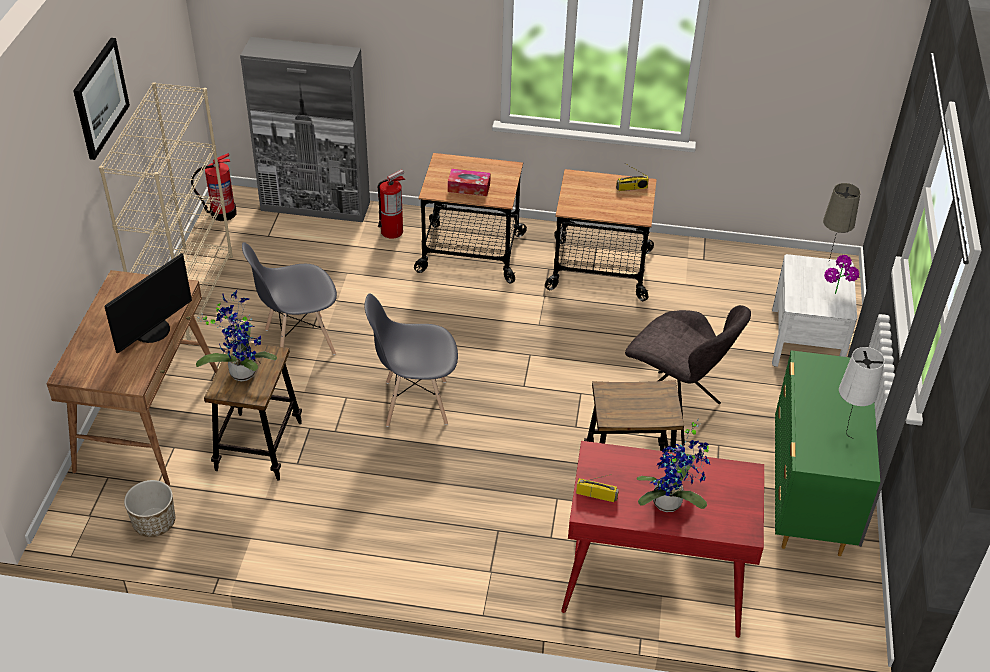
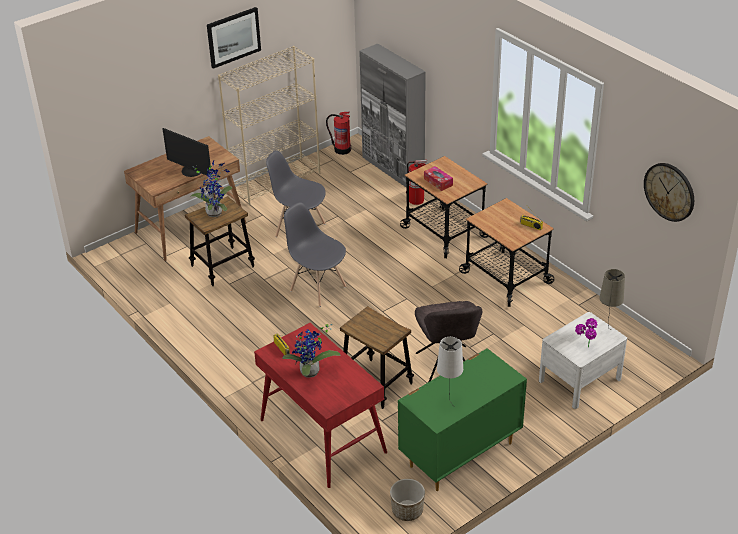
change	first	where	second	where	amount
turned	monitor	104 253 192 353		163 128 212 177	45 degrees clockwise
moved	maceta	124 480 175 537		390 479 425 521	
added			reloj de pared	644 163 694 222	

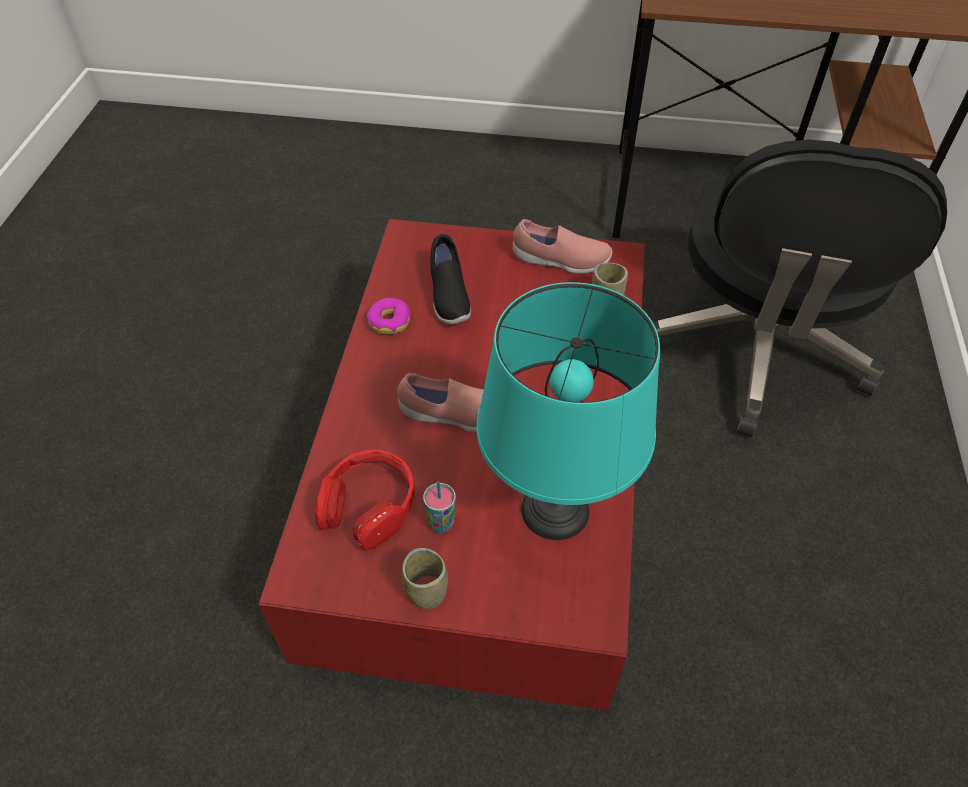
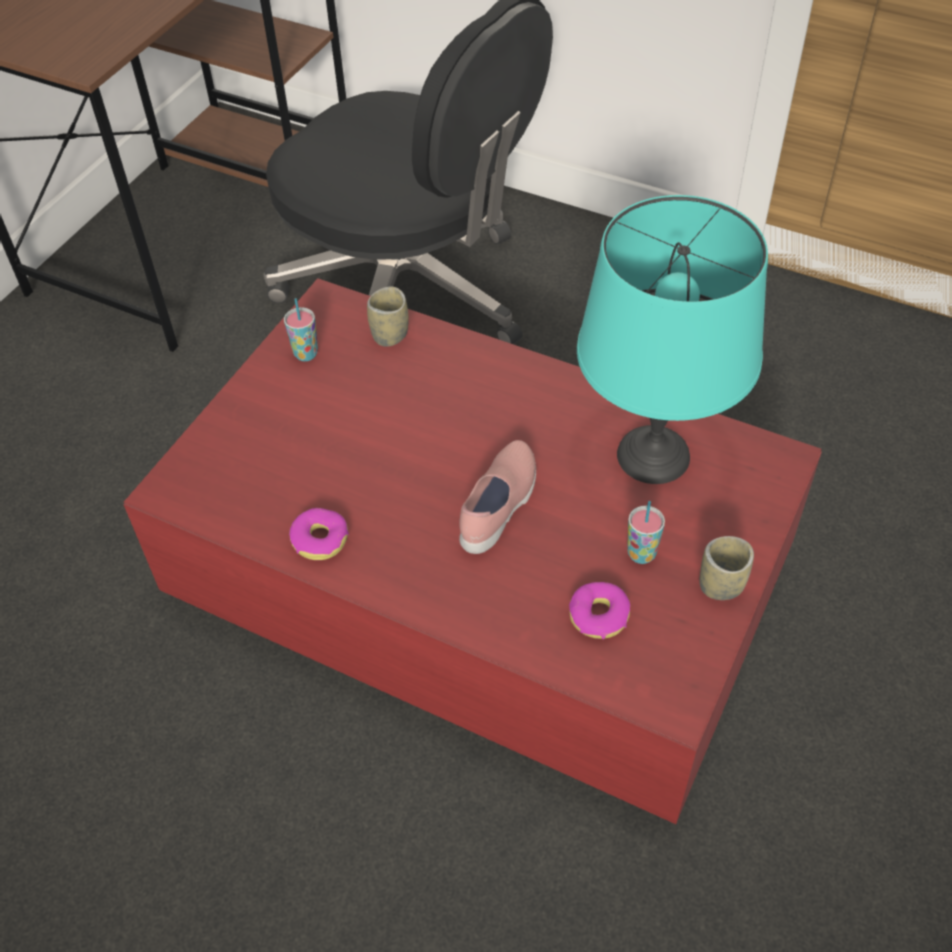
change	first	where	second	where	amount
replaced	auriculares (rojo)	315 450 415 551	rosquilla	569 582 630 640	
removed	zapato (negro)	430 234 471 325			
replaced	zapato (rosa)	513 219 613 274	taza	284 298 318 361	

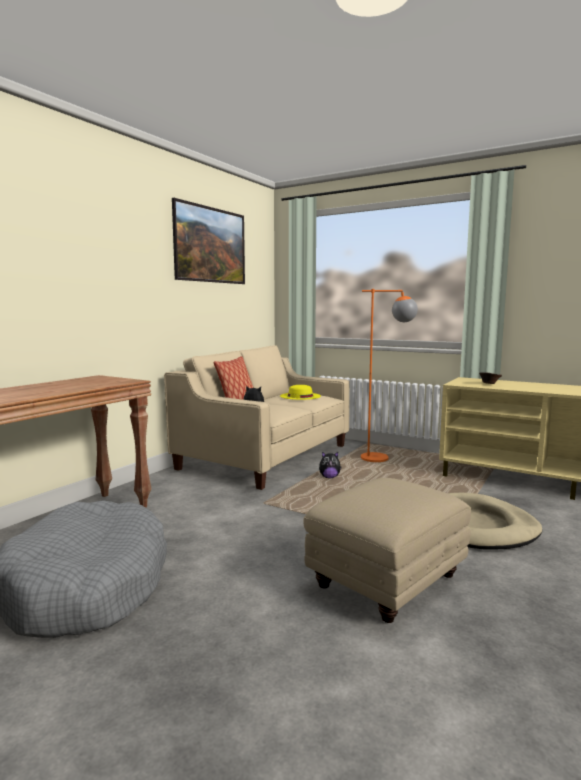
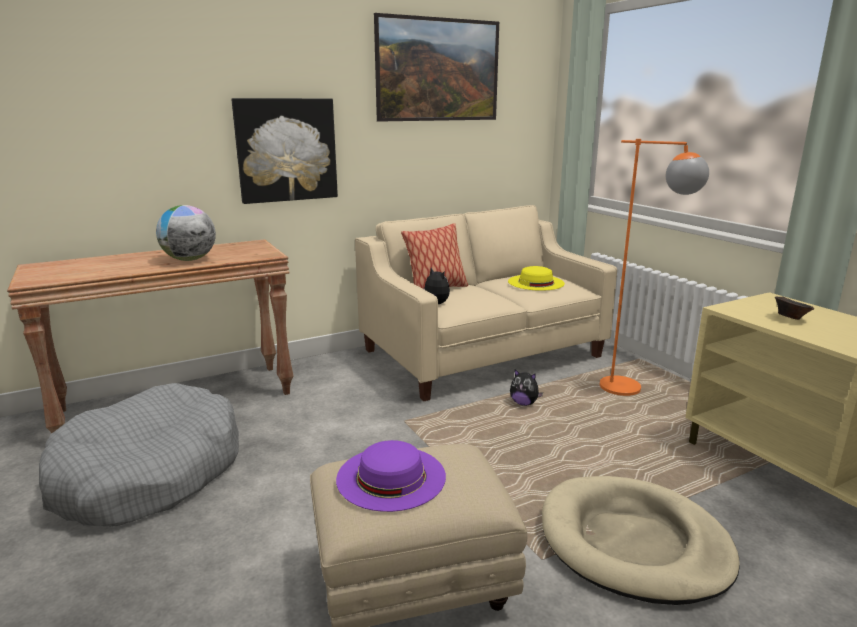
change	first	where	second	where	amount
added			globo terráqueo	156 205 216 261	
added			cuadro	232 98 338 204	
added			sombrero (morado)	336 440 446 512	

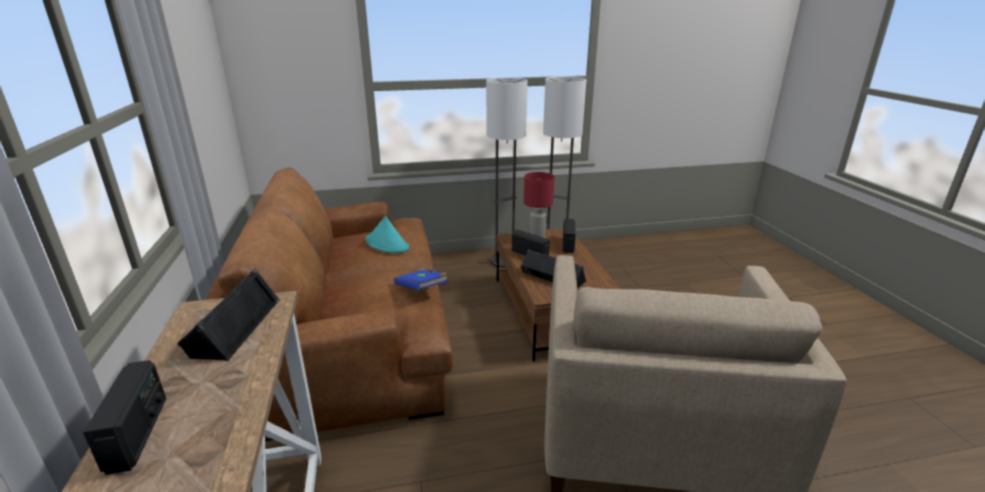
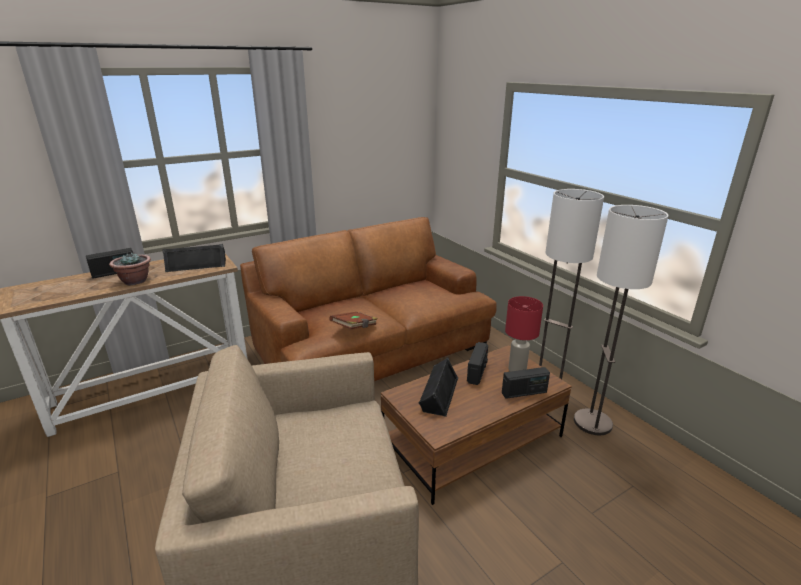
change	first	where	second	where	amount
removed	sombrero (turquesa)	365 216 409 253			
recoloured	libro (azul)	394 268 448 290	libro (marrón)	330 312 378 329	
added			planta en maceta	109 252 151 285	

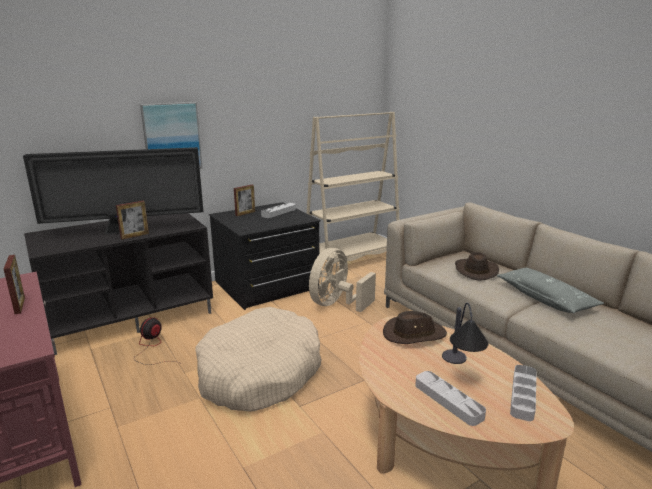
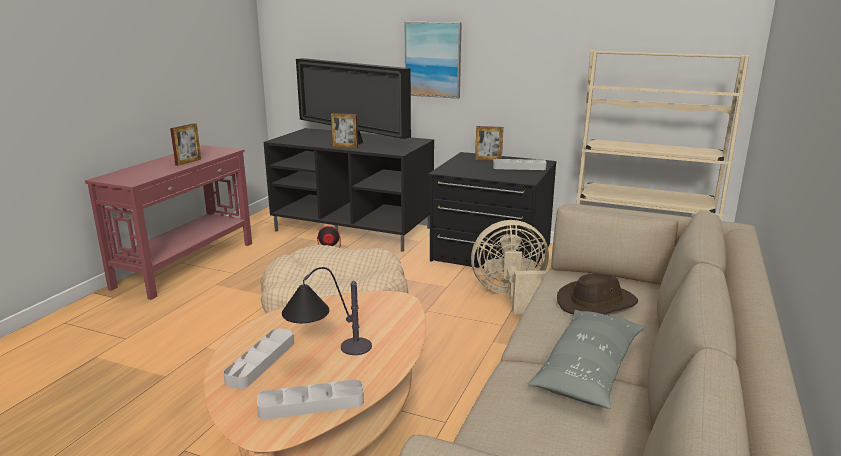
change	first	where	second	where	amount
removed	sombrero (marrón)	383 311 447 344			

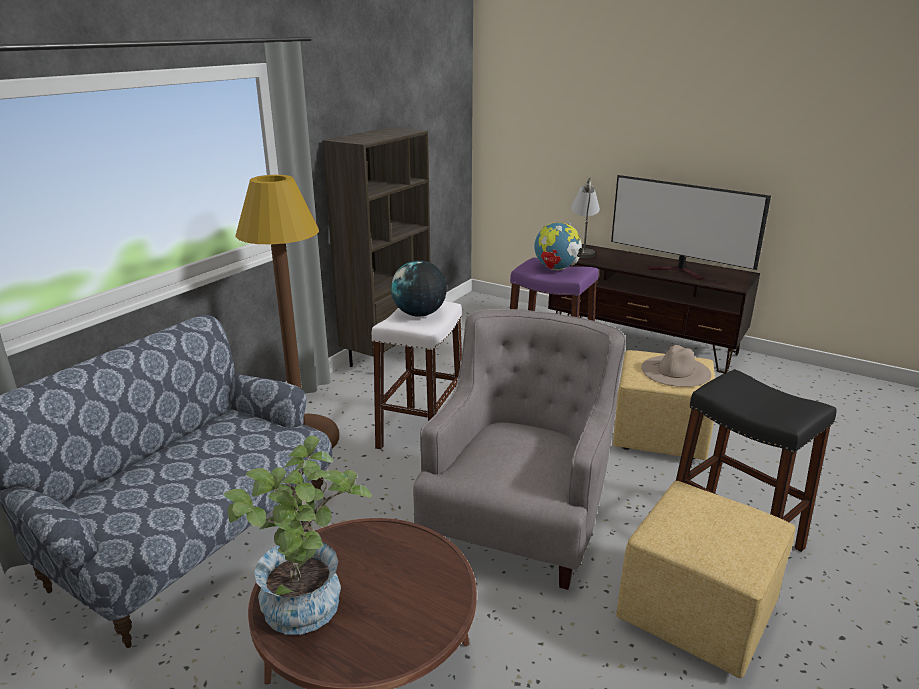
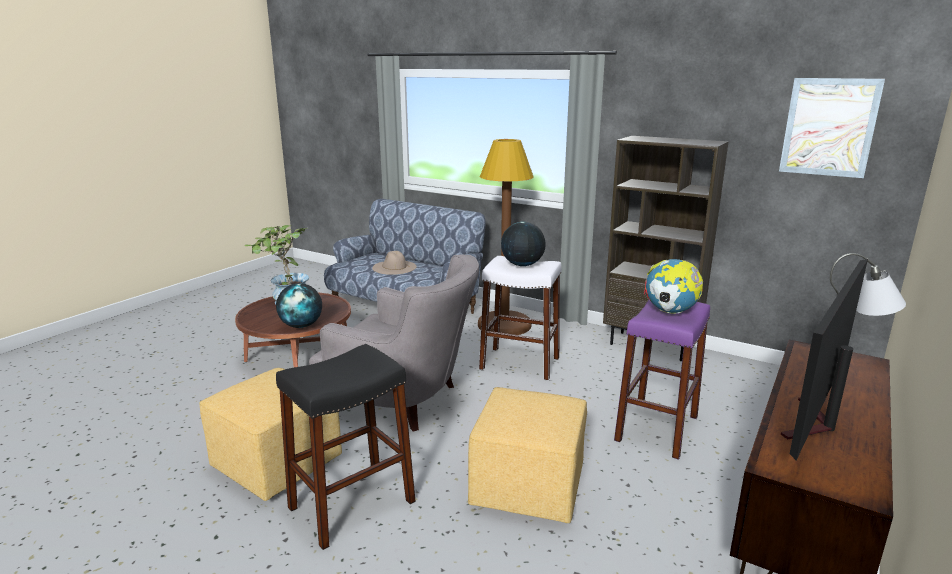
change	first	where	second	where	amount
moved	sombrero (beis)	641 345 711 387		372 251 417 275	
added			globo terráqueo	276 283 322 328	
added			cuadro	779 78 885 178	

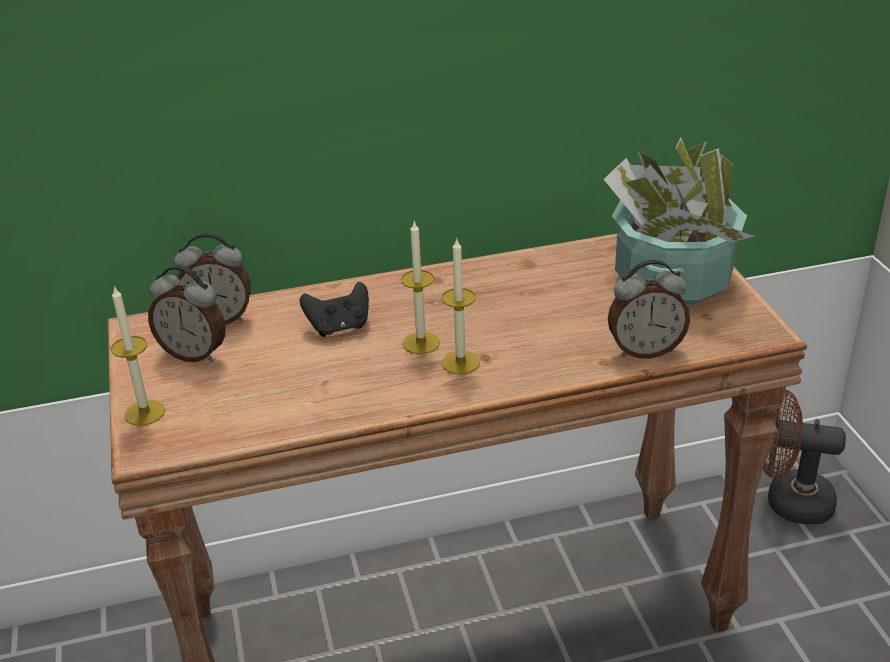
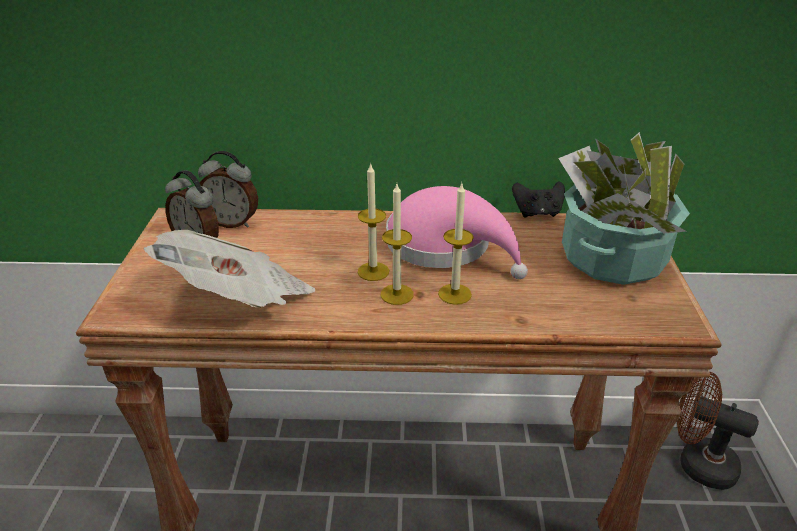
change	first	where	second	where	amount
moved	vela	111 286 165 426		438 184 474 305	
moved	mando de consola (negro)	300 282 369 337		512 182 565 218	
removed	despertador	608 260 690 359			
added			periódico	143 230 315 308	
added			sombrero (rosa)	386 186 528 279	

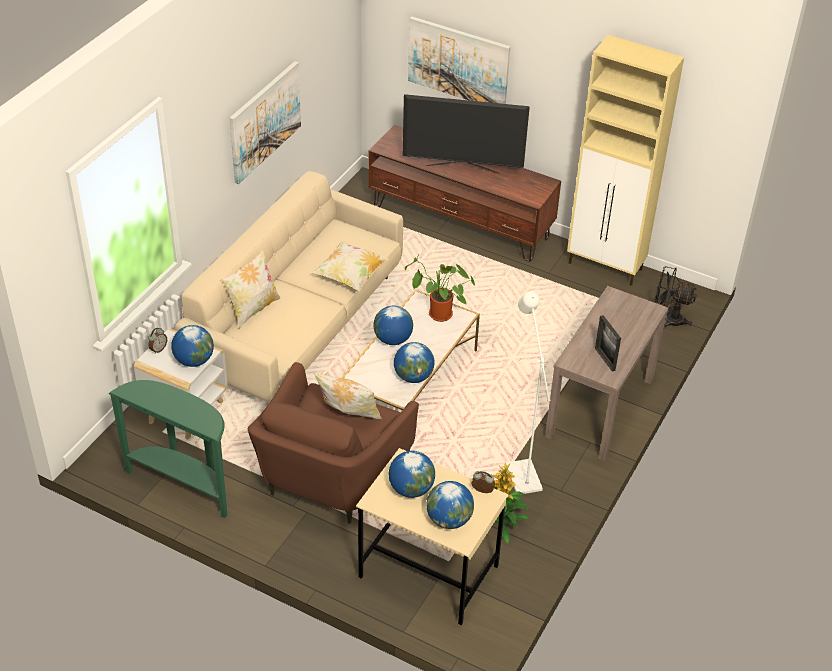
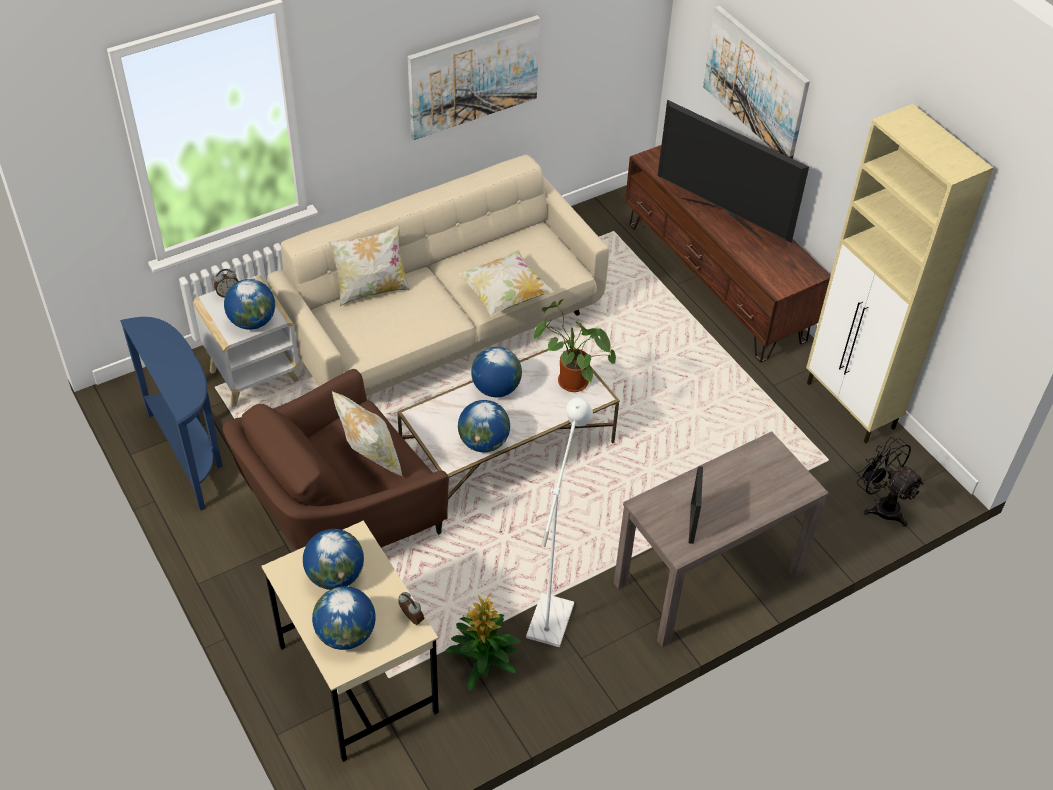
change	first	where	second	where	amount
recoloured	mesa consola (verde)	108 380 227 518	mesa consola (azul)	120 317 223 511	

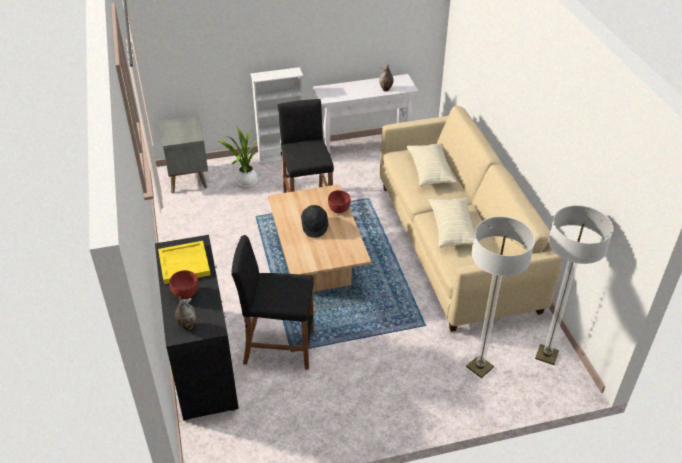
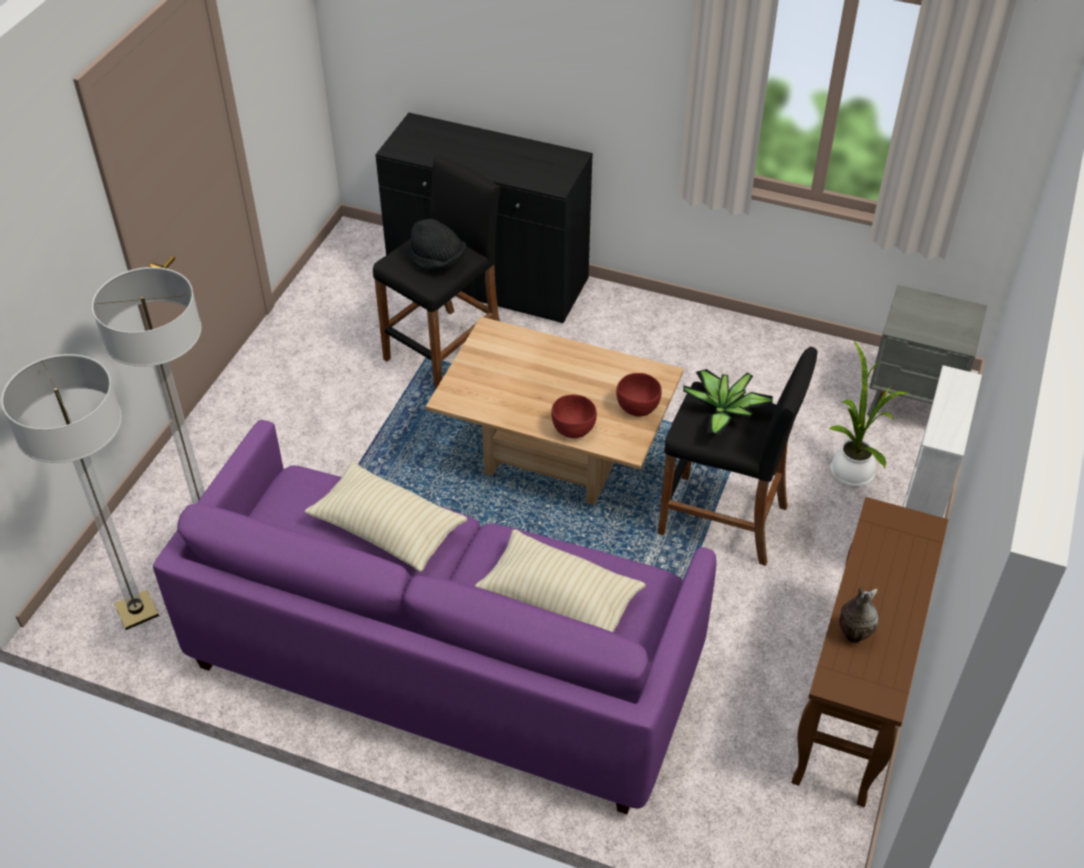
change	first	where	second	where	amount
removed	bandeja (amarillo)	158 241 211 284			
moved	cuenco (rojo)	169 270 198 299		616 373 662 417	
removed	florero	175 296 196 330			
moved	sombrero (negro)	301 205 328 238		410 219 467 270	
recoloured	mesa consola (blanco)	313 74 418 154	mesa consola (marrón)	791 497 948 807	
recoloured	sofá (beis)	380 106 563 332	sofá (morado)	153 420 717 814	
added			planta en maceta	683 369 773 435	

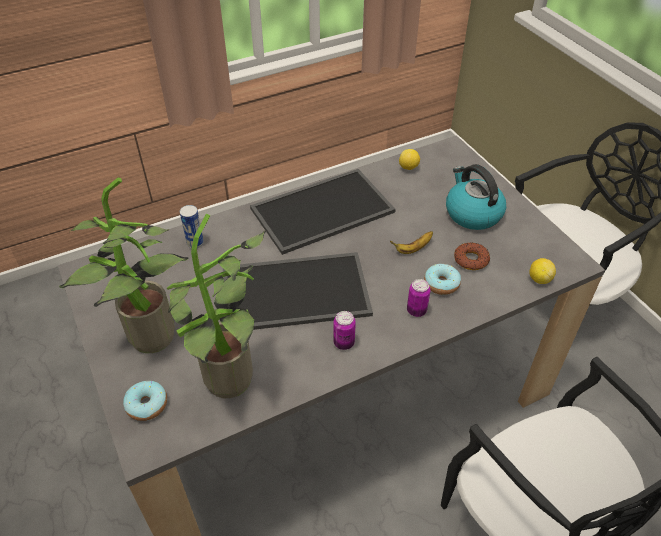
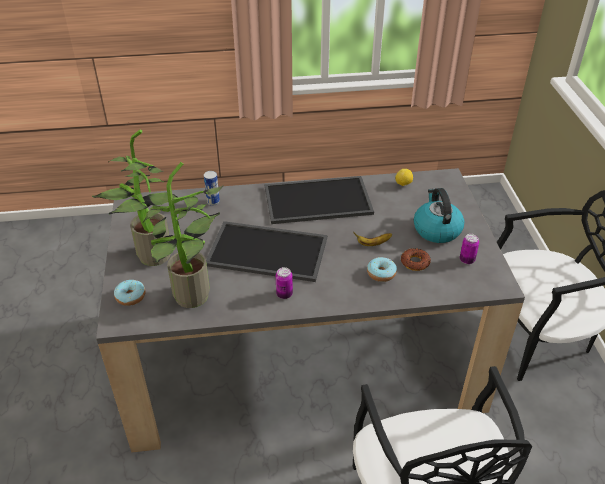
change	first	where	second	where	amount
moved	lata	407 279 431 317		460 234 479 264	
removed	limón	529 258 556 284			

